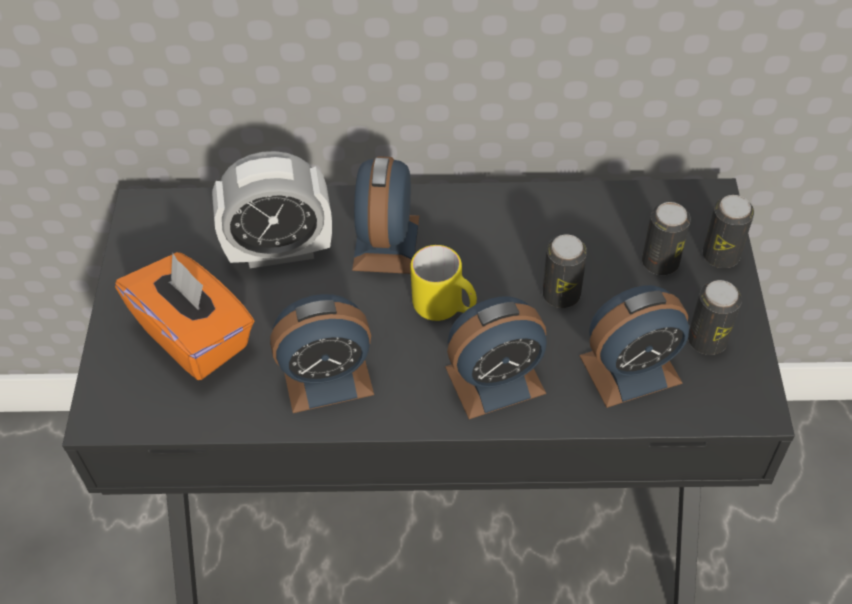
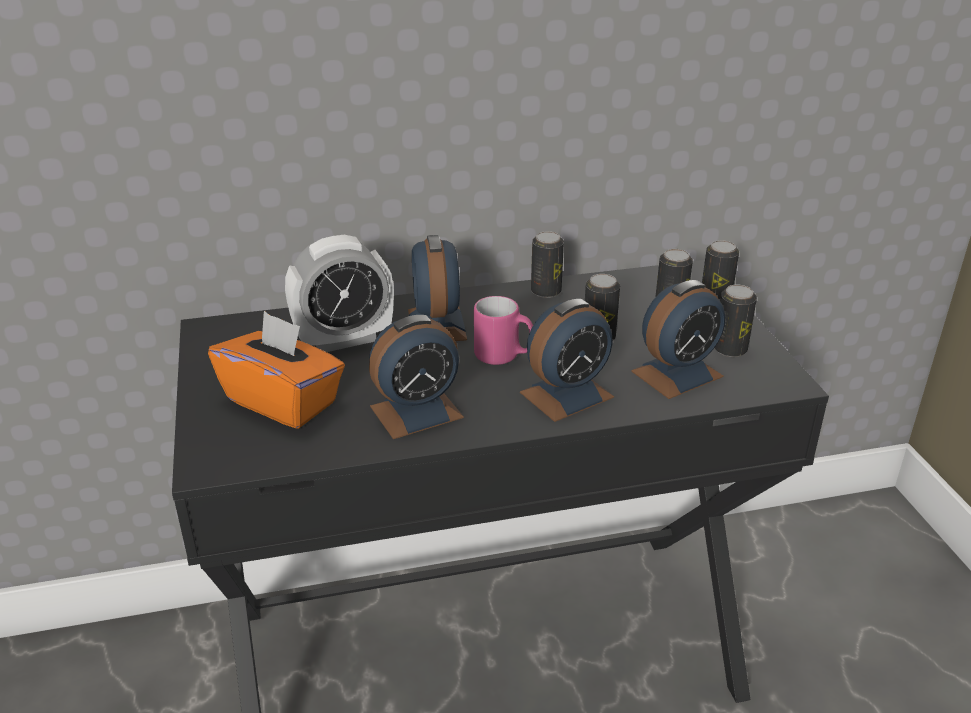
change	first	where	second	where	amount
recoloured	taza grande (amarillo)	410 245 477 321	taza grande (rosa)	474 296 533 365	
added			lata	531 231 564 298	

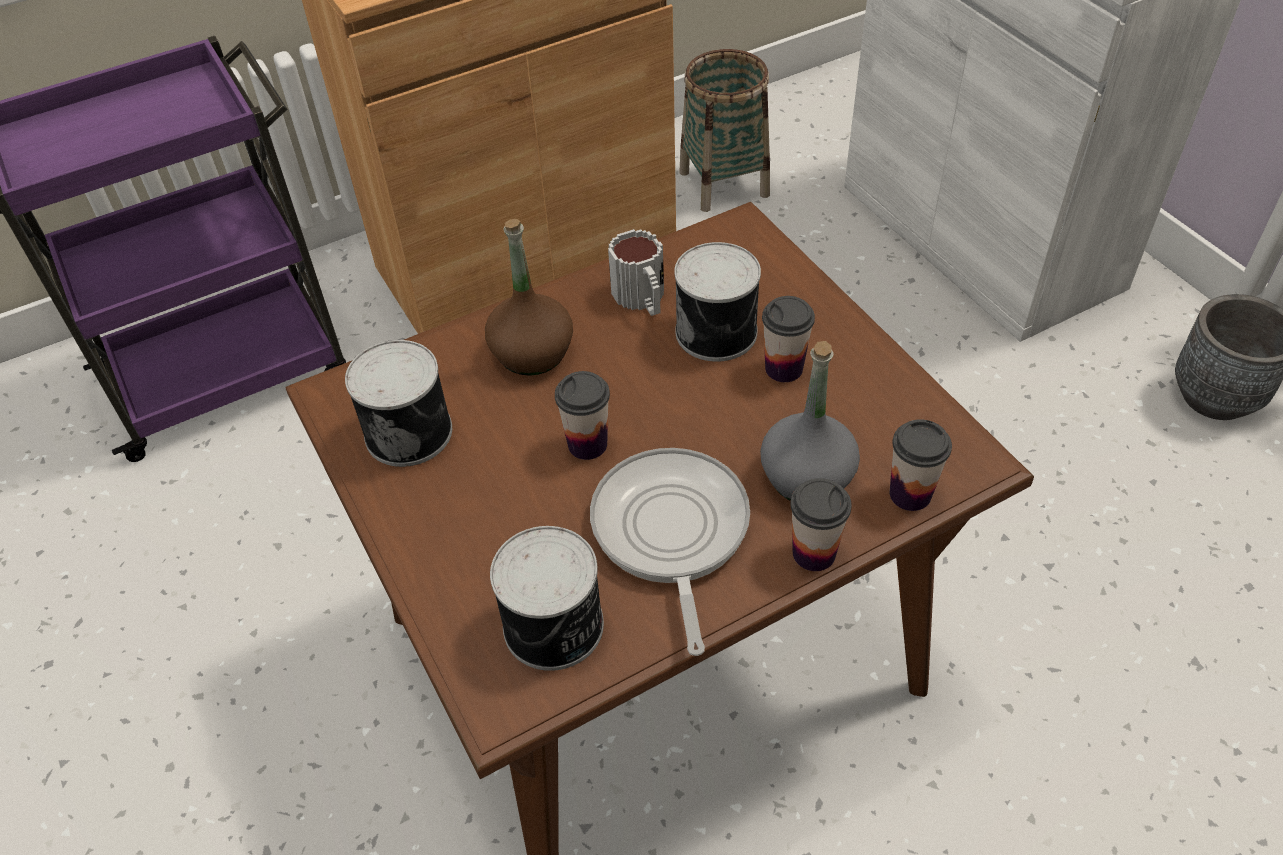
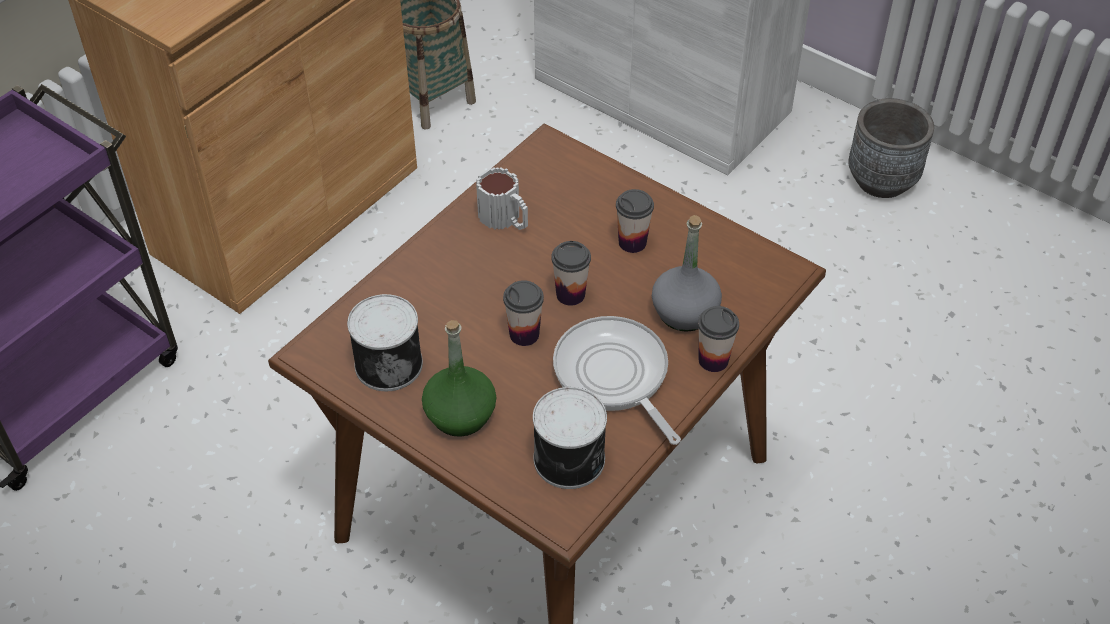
change	first	where	second	where	amount
removed	botella (marrón)	485 219 573 376			
removed	lata	674 242 761 362			
moved	taza	890 419 952 511		551 241 591 306	
added			botella (verde)	422 320 496 437	

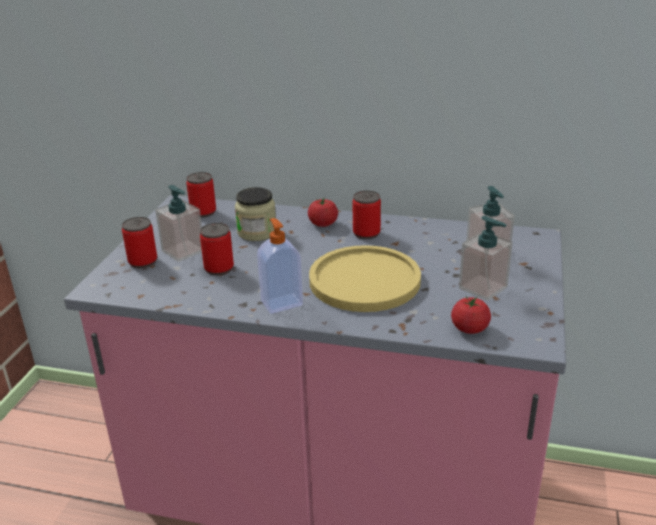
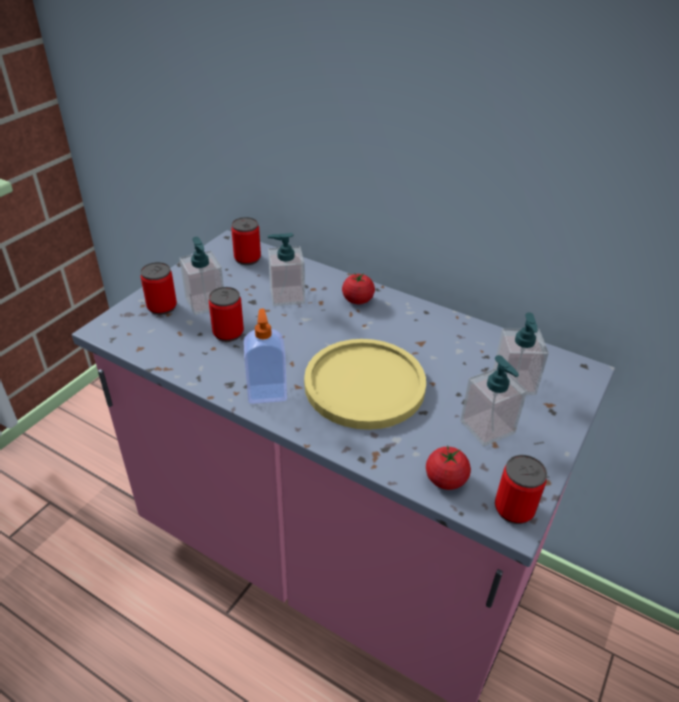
change	first	where	second	where	amount
replaced	tarro	235 187 276 241	dispensador de jabón	268 233 305 306	
moved	lata	353 191 381 239		495 455 547 524	

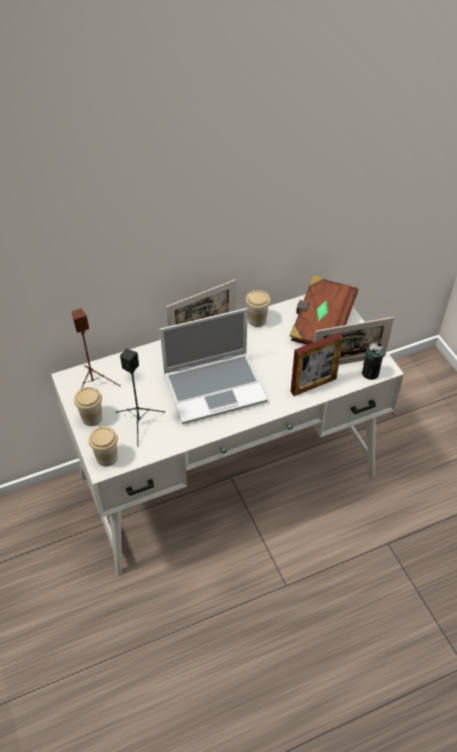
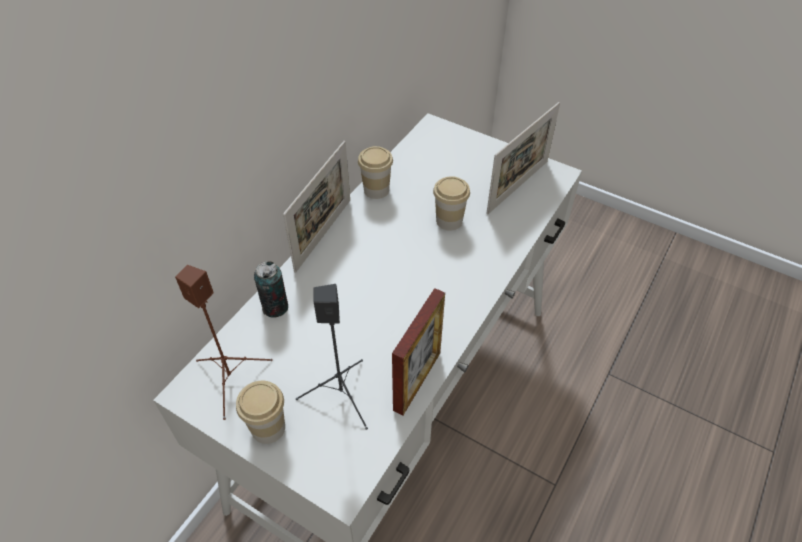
change	first	where	second	where	amount
moved	taza	89 426 118 467		433 176 470 231	
removed	portátil	160 308 268 424			
removed	libro (marrón)	290 275 358 345			
moved	portarretratos	291 333 343 396		392 288 445 416	
moved	lata	362 343 384 380		254 261 288 318	

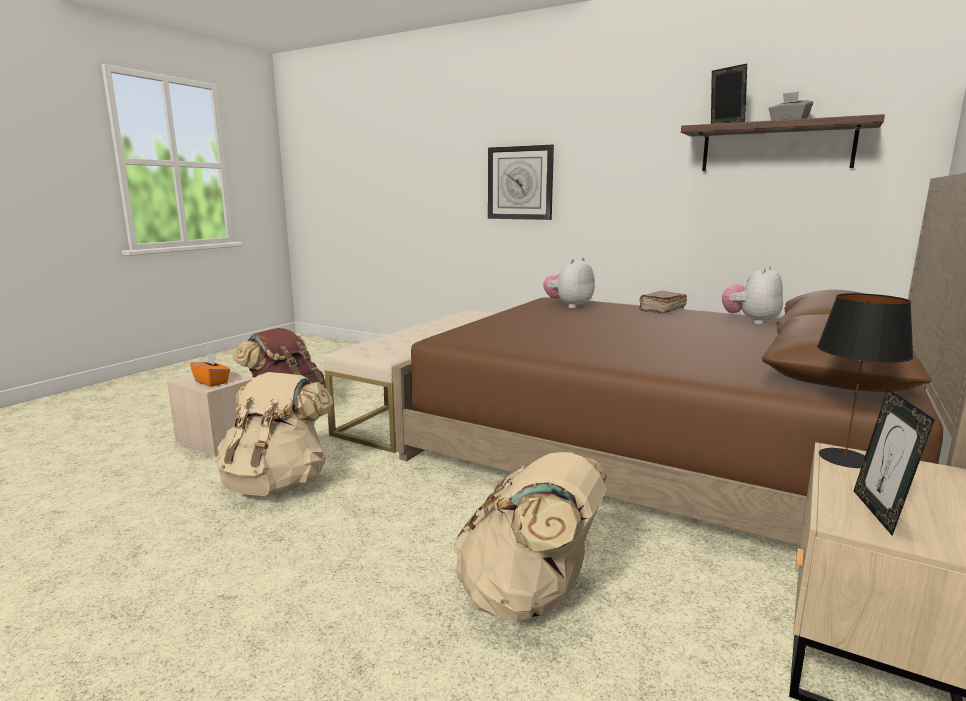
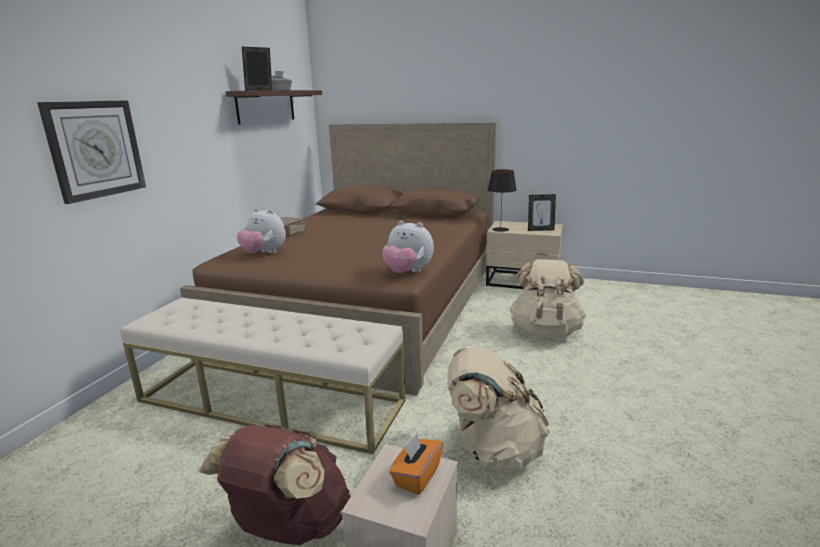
change	first	where	second	where	amount
moved	peluche	722 266 783 325		382 220 434 273	

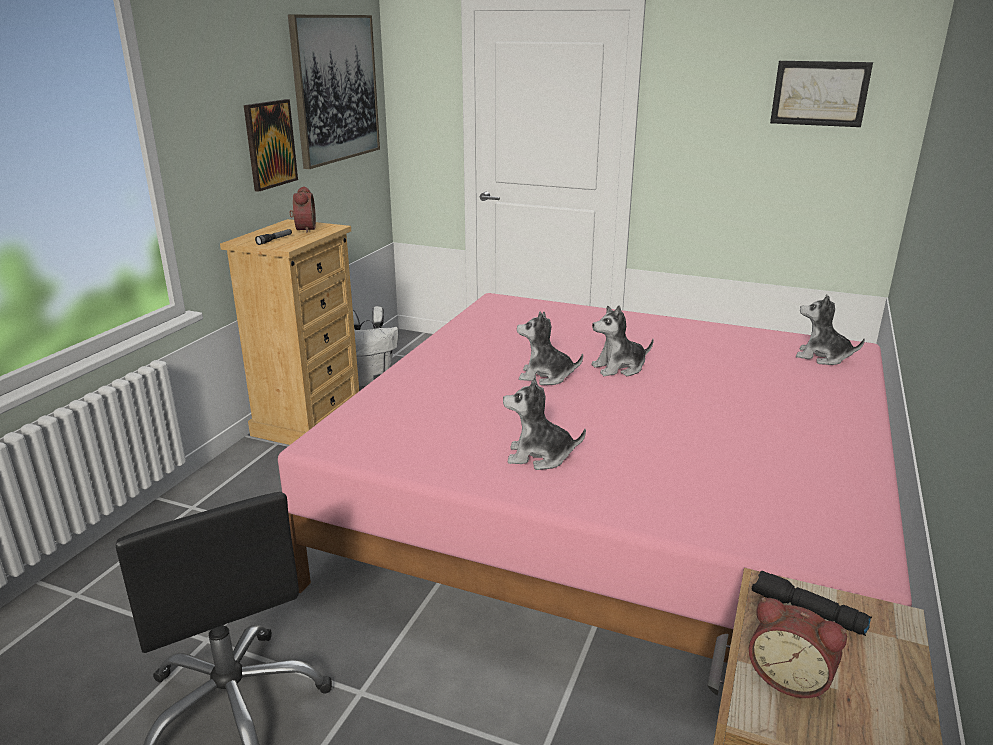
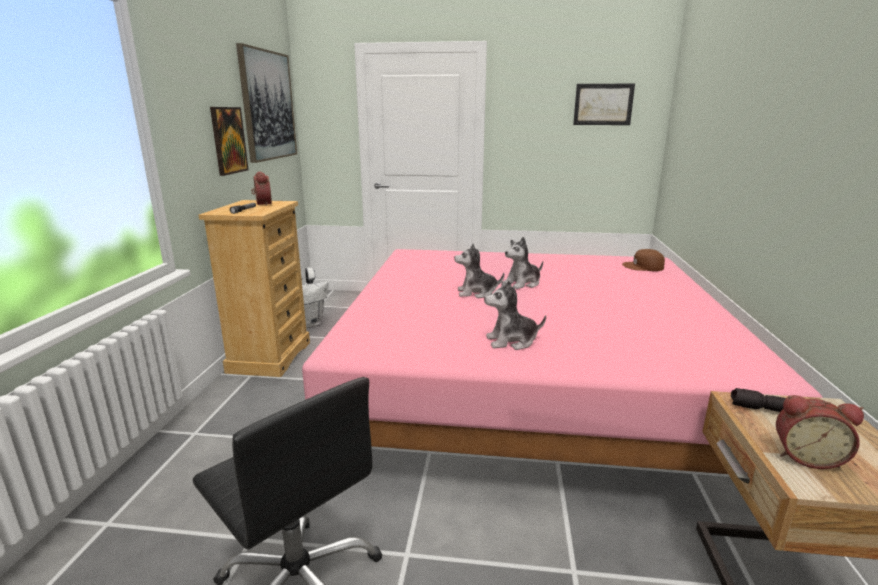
change	first	where	second	where	amount
replaced	peluche	796 294 865 365	gorra (marrón)	622 249 665 271	

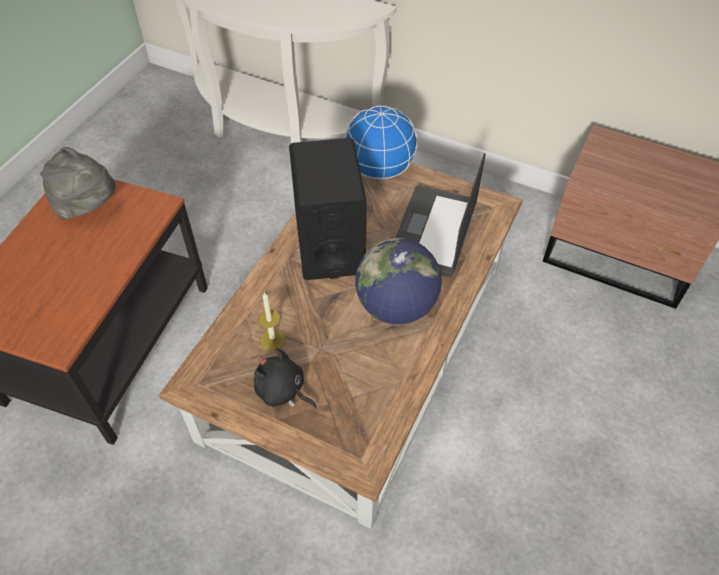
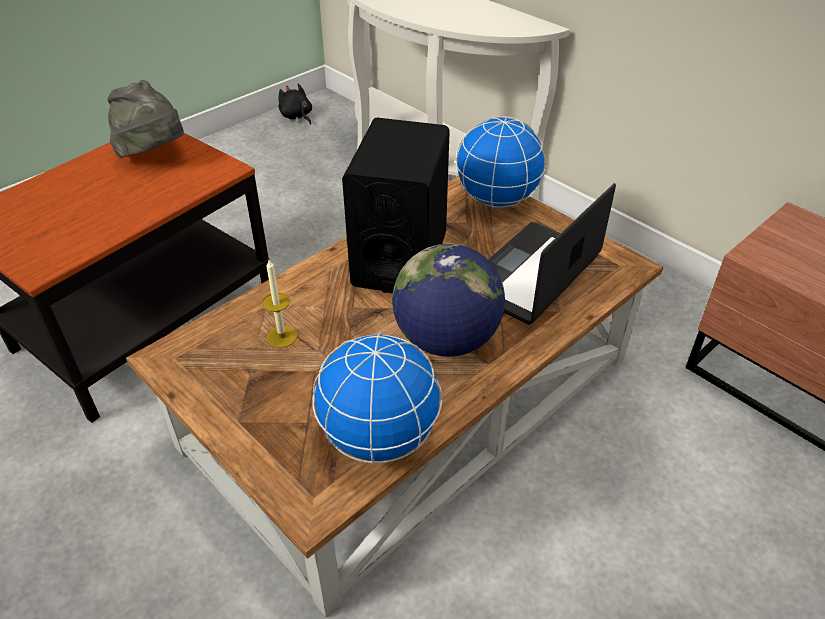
change	first	where	second	where	amount
moved	peluche (negro)	254 348 317 409		278 84 312 125	
added			globo terráqueo	312 333 442 463	

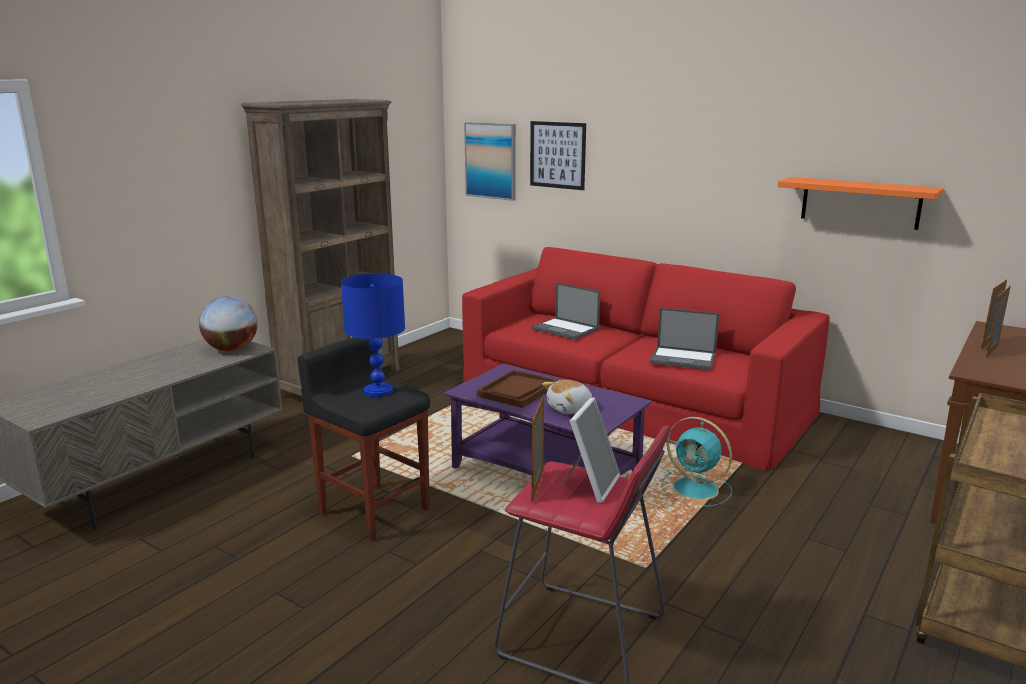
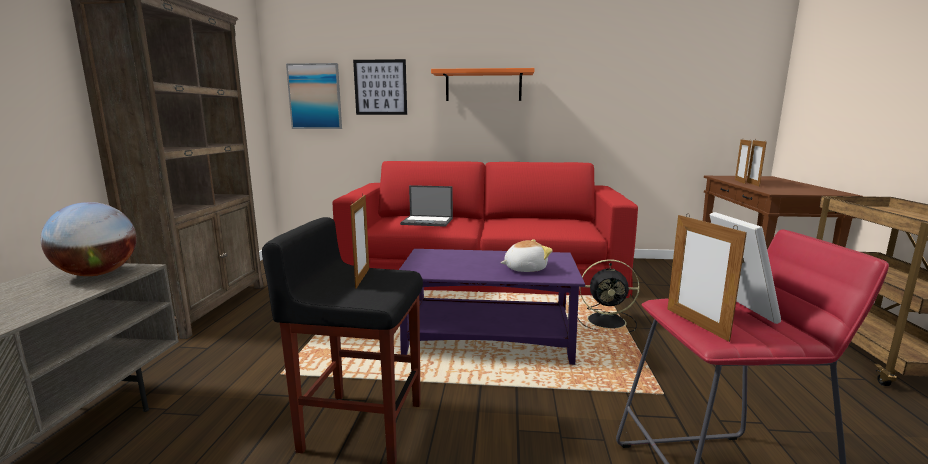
change	first	where	second	where	amount
replaced	lámpara de mesa (azul)	341 273 405 397	portarretratos	350 195 369 289	
removed	bandeja (marrón)	477 370 558 408			
turned	peluche	542 380 592 414		501 239 553 272	135 degrees counterclockwise
removed	portátil	650 308 719 370			
recoloured	ventilador (turquesa)	661 417 732 507	ventilador (negro)	578 259 640 332	
moved	estante (naranja)	778 177 944 230		431 68 534 101	

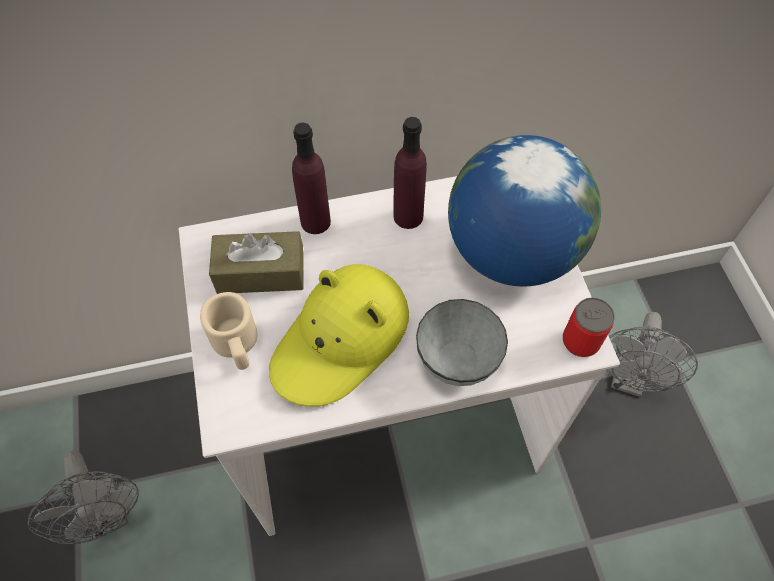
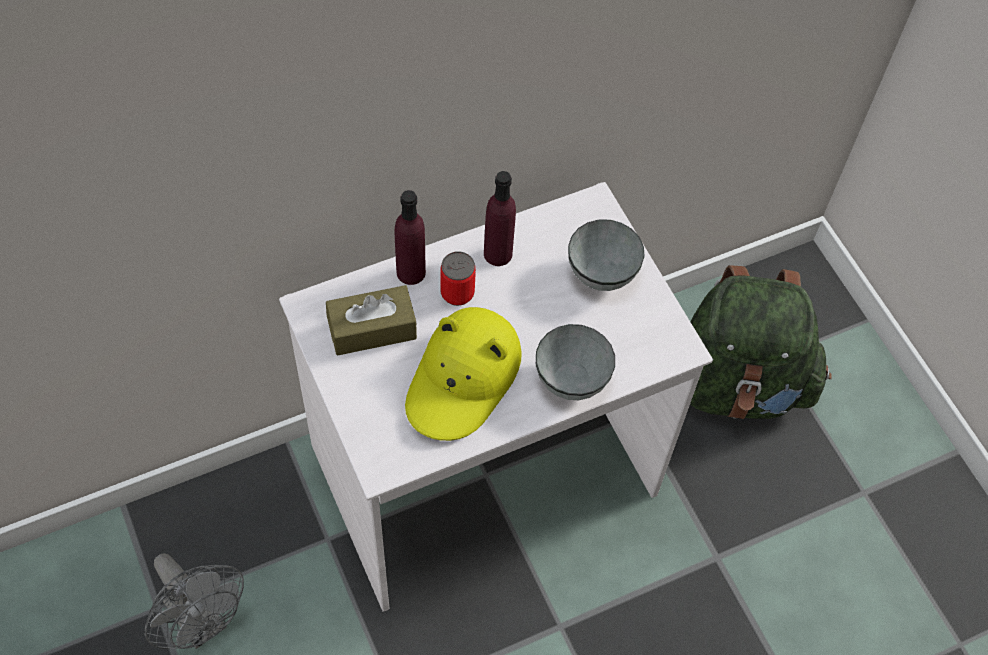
change	first	where	second	where	amount
removed	taza grande (beis)	200 292 257 370			
replaced	globo terráqueo	448 135 601 286	cuenco (gris)	568 220 645 291	
moved	lata	563 298 615 357		440 251 476 306	
replaced	ventilador (gris)	607 312 698 397	mochila (verde)	690 265 831 419	

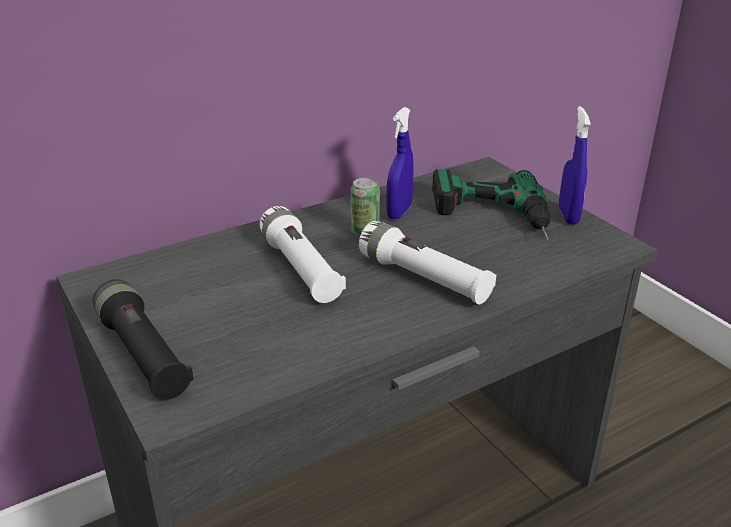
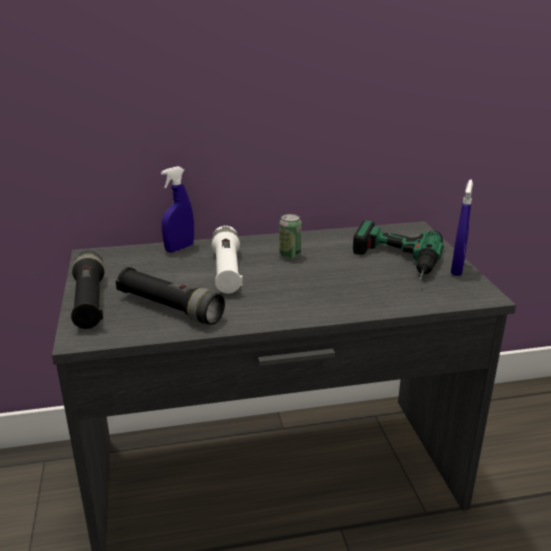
change	first	where	second	where	amount
removed	linterna (blanco)	359 221 496 304			
moved	pulverizador (azul)	386 107 414 219		161 166 194 253	
added			linterna (negro)	116 267 225 325	

